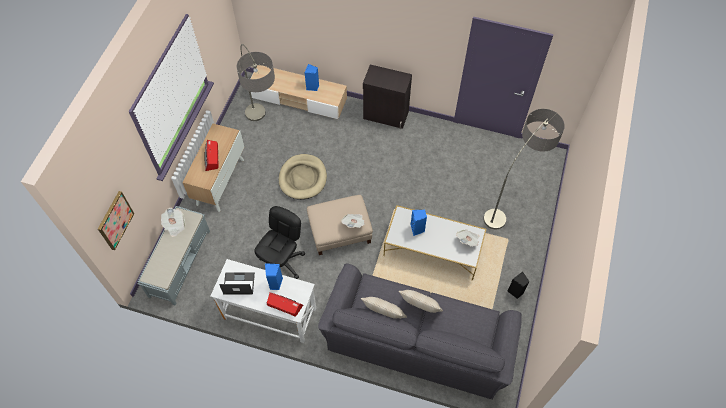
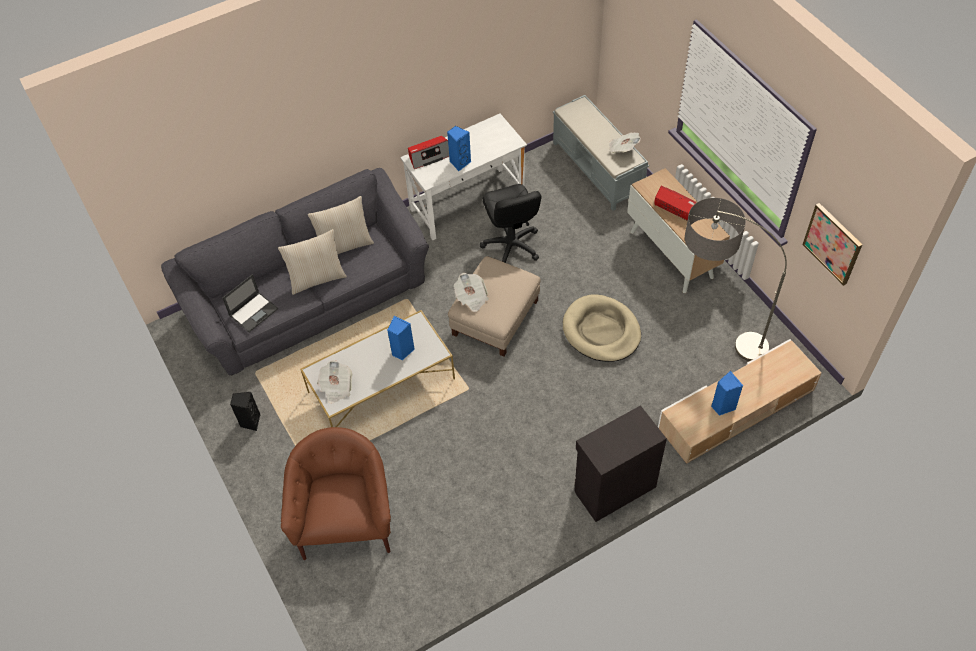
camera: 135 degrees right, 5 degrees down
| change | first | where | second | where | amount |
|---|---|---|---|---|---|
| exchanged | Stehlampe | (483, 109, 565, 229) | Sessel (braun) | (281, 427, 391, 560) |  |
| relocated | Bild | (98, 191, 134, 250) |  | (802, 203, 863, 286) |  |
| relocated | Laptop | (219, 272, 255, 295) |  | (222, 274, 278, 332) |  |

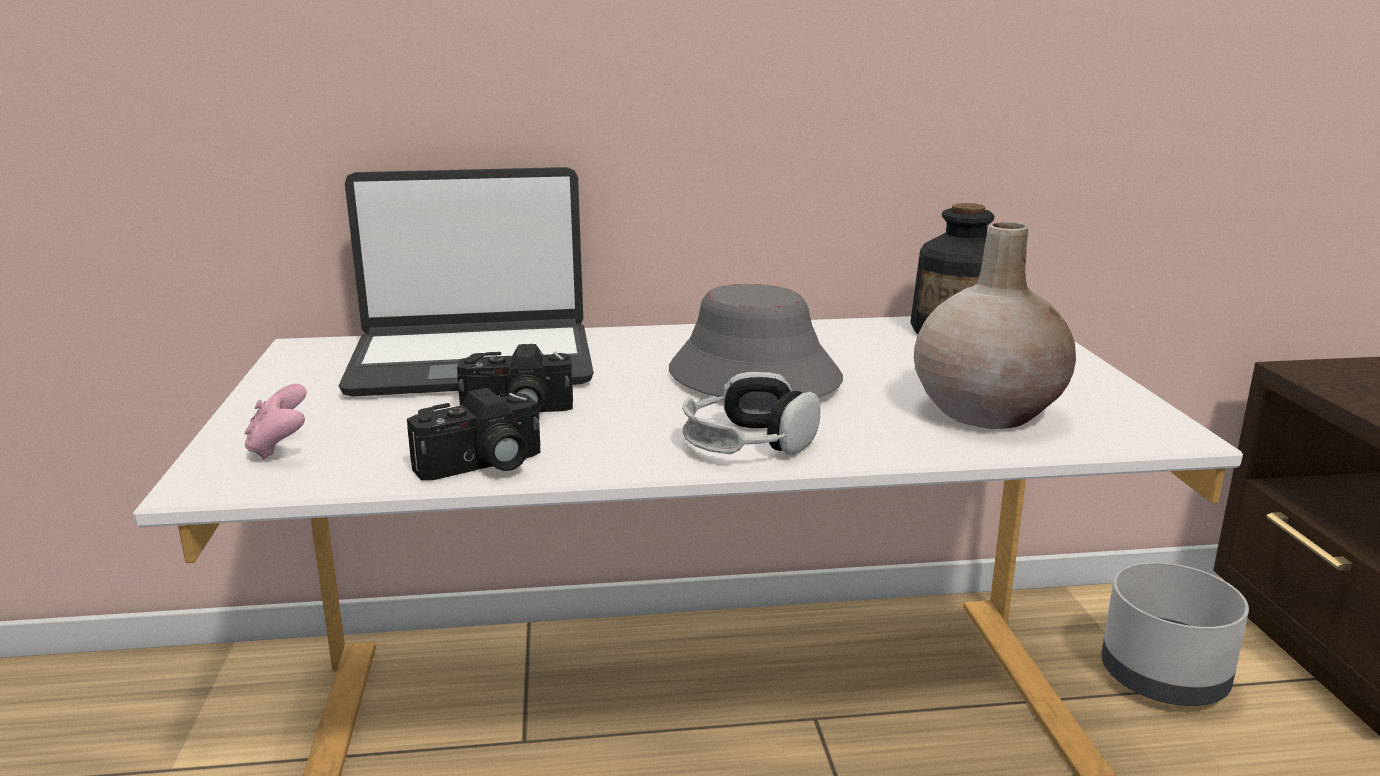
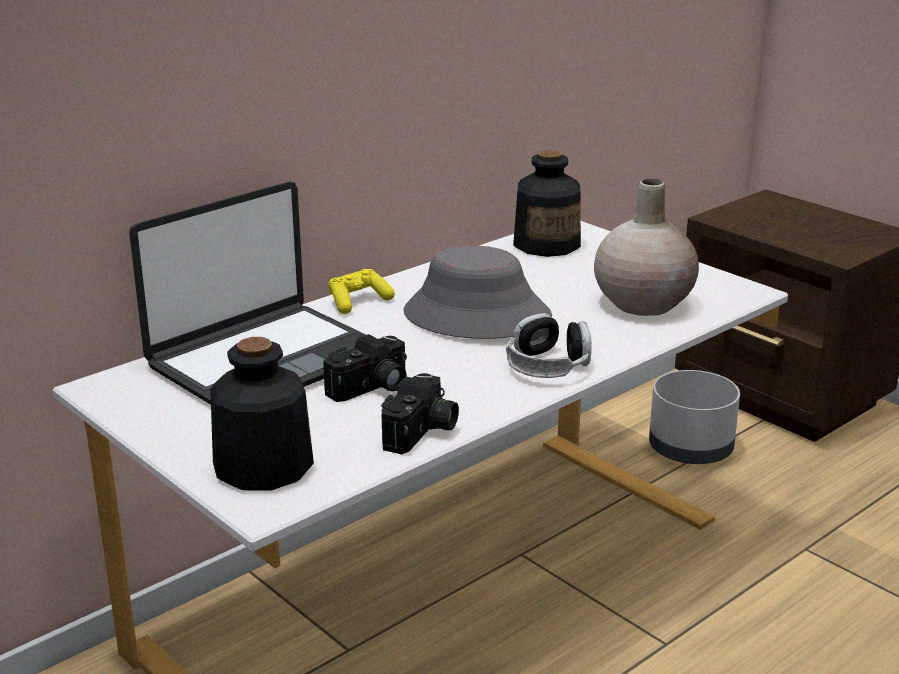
camera: 35 degrees left, 5 degrees up
| change | first | where | second | where | amount |
|---|---|---|---|---|---|
| exchanged | Gamepad (rosa) | (245, 384, 306, 460) | Flasche | (210, 337, 314, 491) |  |
| appeared |  |  | Gamepad (gelb) | (328, 269, 395, 314) |  |

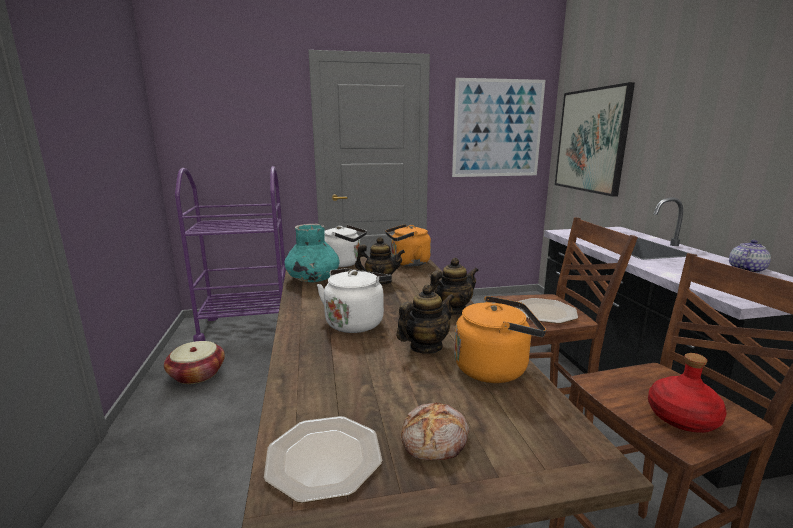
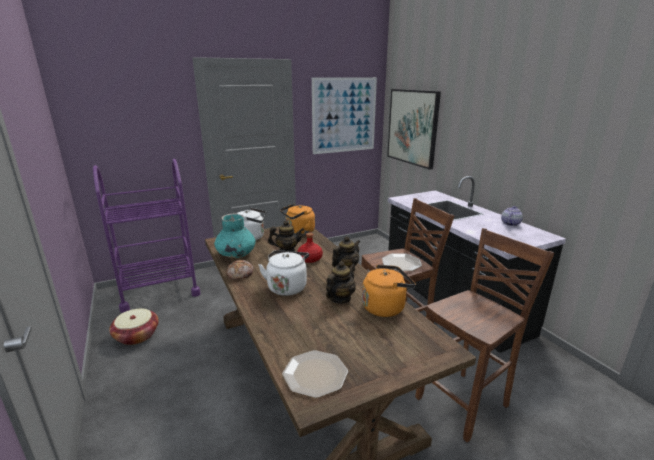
camera: 15 degrees left, 5 degrees up
| change | first | where | second | where | amount |
|---|---|---|---|---|---|
| relocated | Flasche (rot) | (648, 353, 726, 433) |  | (297, 233, 323, 263) |  |
| relocated | Brot | (401, 402, 469, 460) |  | (227, 260, 254, 279) |  |

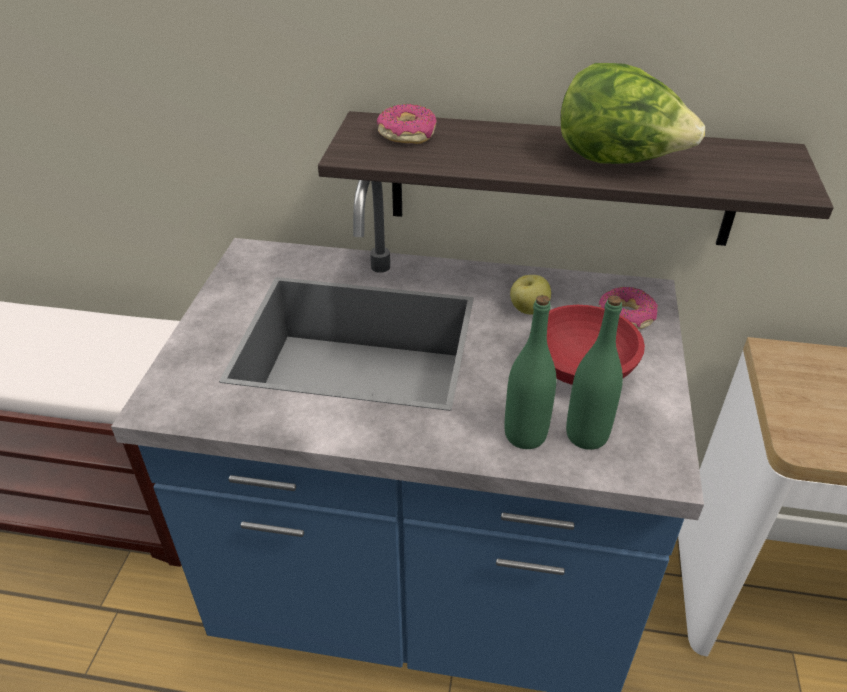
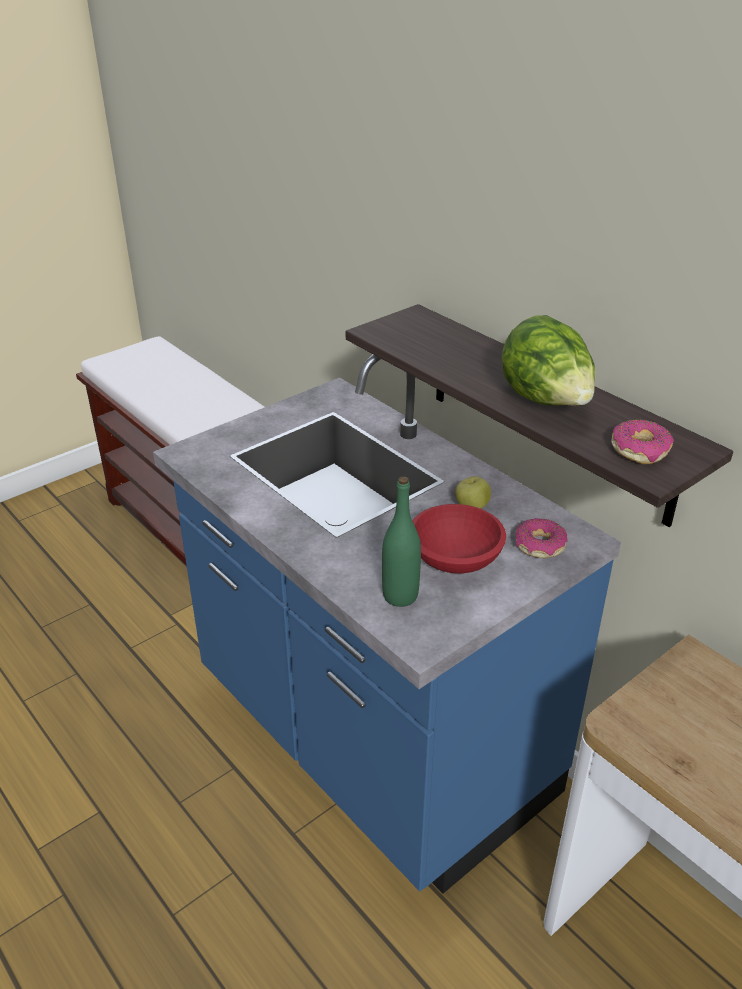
camera: 40 degrees right, 5 degrees down
| change | first | where | second | where | amount |
|---|---|---|---|---|---|
| relocated | Donut | (377, 104, 437, 144) |  | (611, 419, 674, 464) |  |
| missing | Flasche (grün) | (505, 295, 556, 449) |  |  |  |

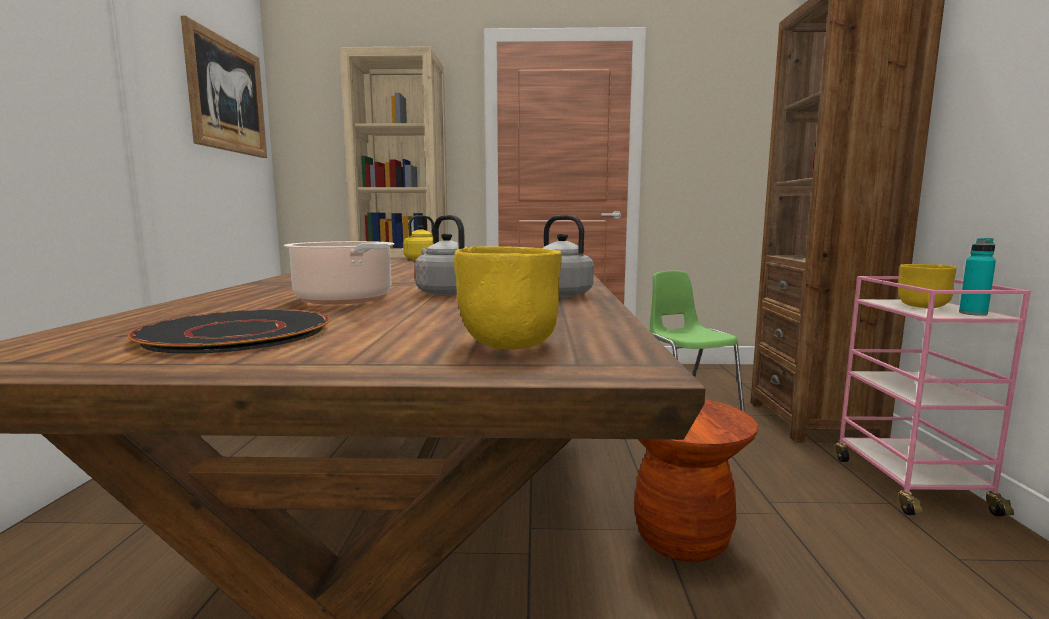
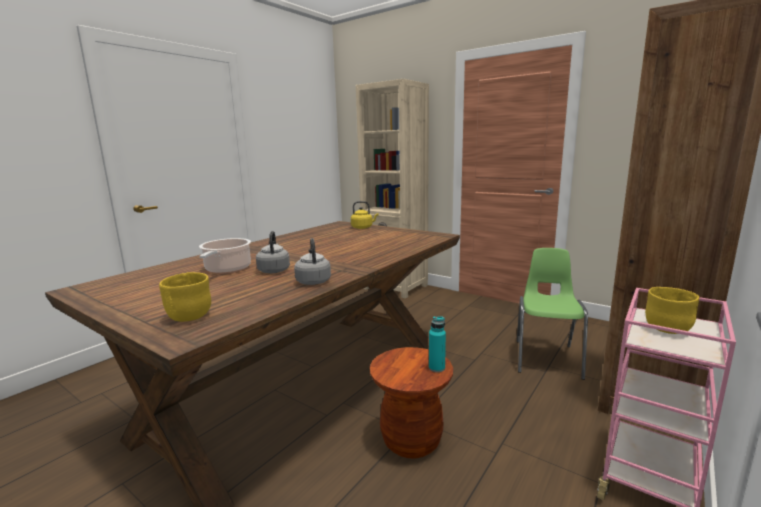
camera: 35 degrees right, 5 degrees up
| change | first | where | second | where | amount |
|---|---|---|---|---|---|
| missing | Bild | (181, 16, 267, 158) |  |  |  |
| relocated | Flasche (türkis) | (959, 238, 996, 316) |  | (429, 316, 446, 372) |  |
| missing | Teller (schwarz) | (128, 309, 330, 354) |  |  |  |

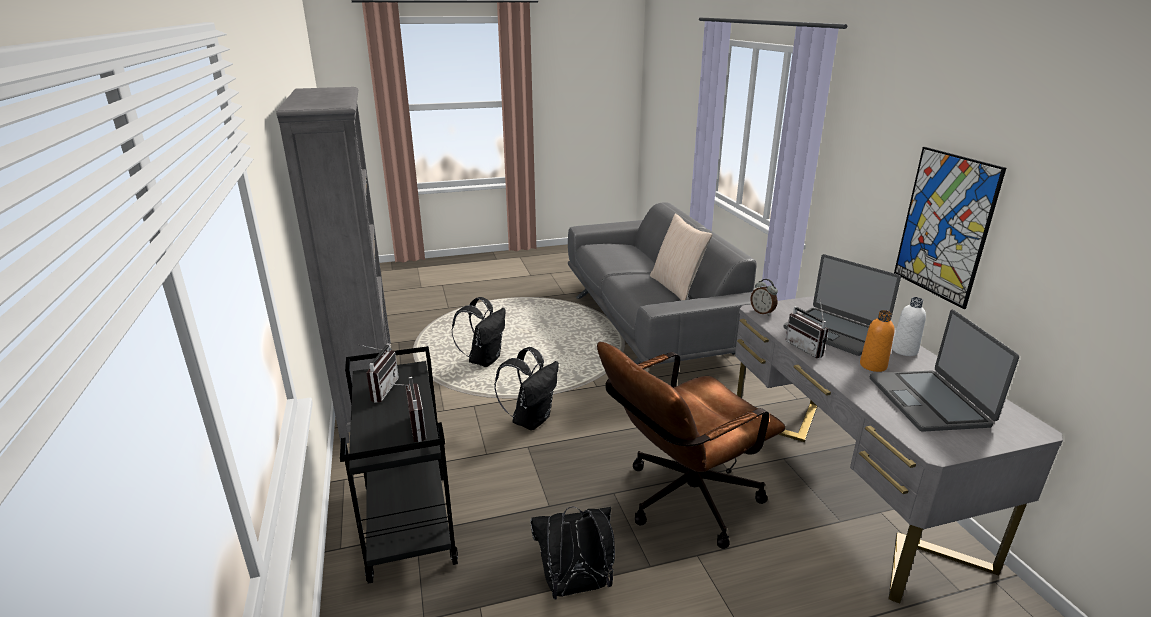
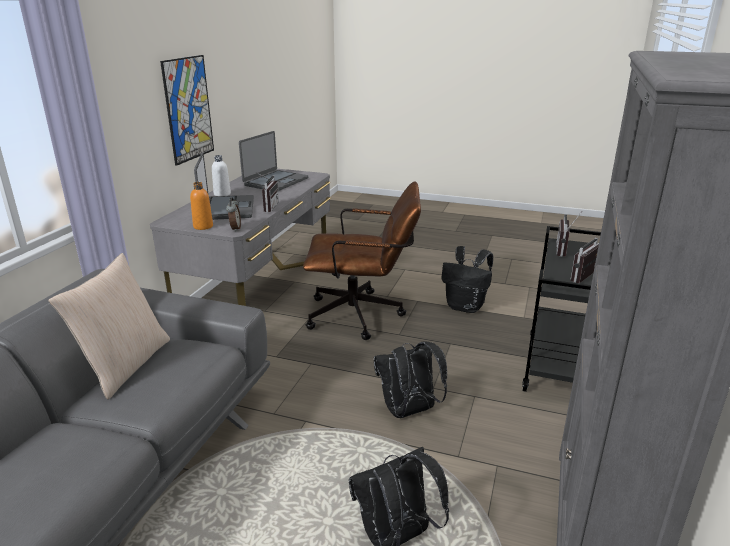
camera: 145 degrees left, 0 degrees up
| change | first | where | second | where | amount |
|---|---|---|---|---|---|
| relocated | Flasche (orange) | (860, 310, 895, 372) |  | (190, 182, 213, 230) |  |

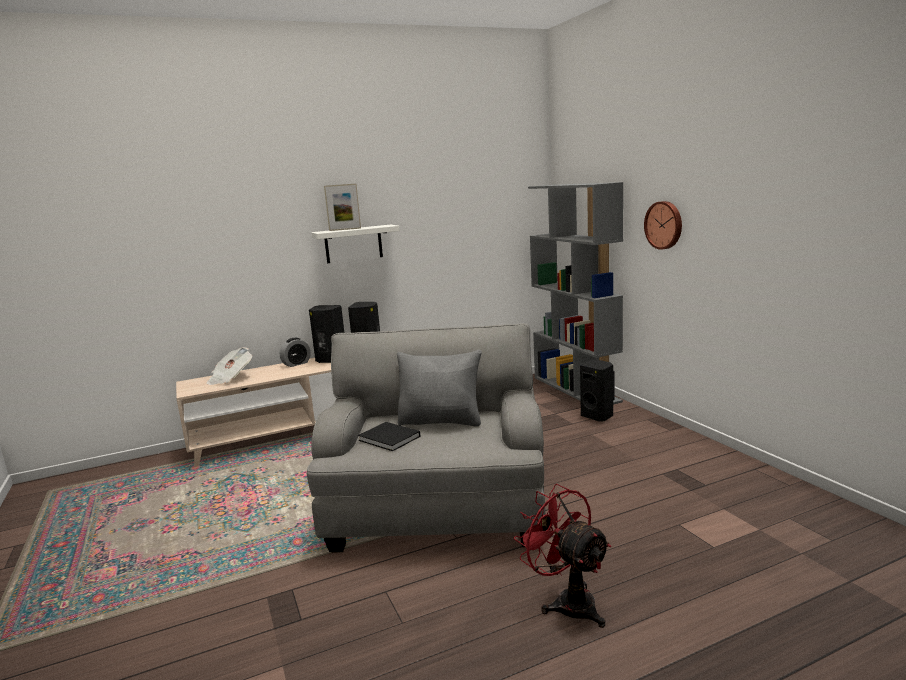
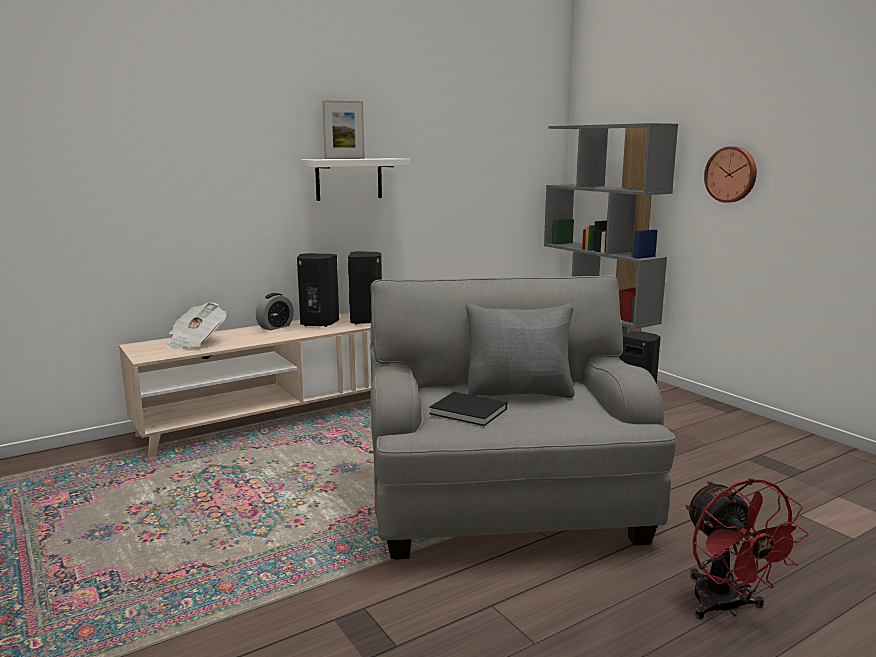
camera: 10 degrees left, 0 degrees up
| change | first | where | second | where | amount |
|---|---|---|---|---|---|
| spun | Ventilator (rot) | (514, 484, 611, 628) |  | (685, 478, 809, 619) | 150 degrees counterclockwise |

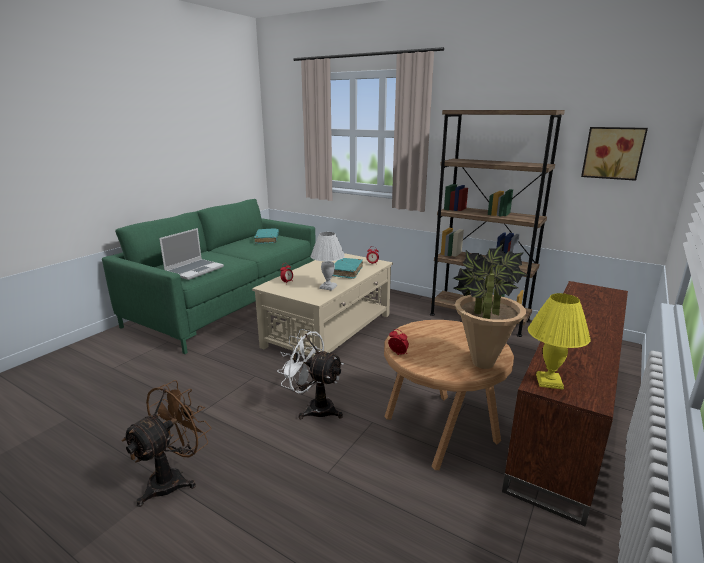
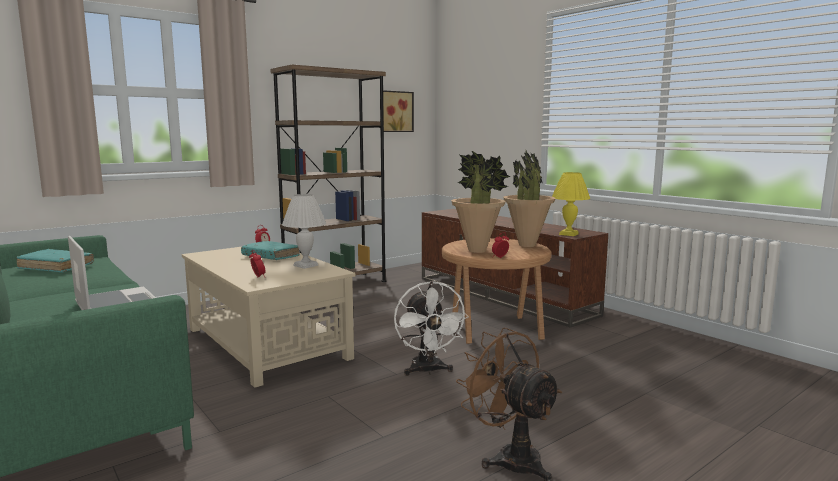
camera: 70 degrees left, 10 degrees down
| change | first | where | second | where | amount |
|---|---|---|---|---|---|
| spun | Ventilator (weiß) | (277, 329, 344, 420) |  | (394, 281, 468, 376) | 60 degrees counterclockwise |
| appeared |  |  | Topfpflanze | (451, 151, 511, 253) |  |

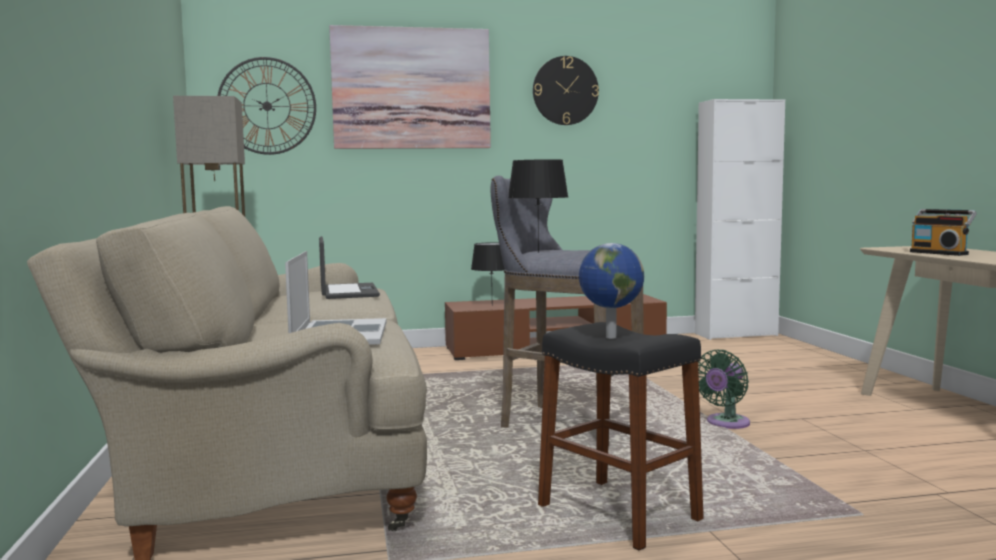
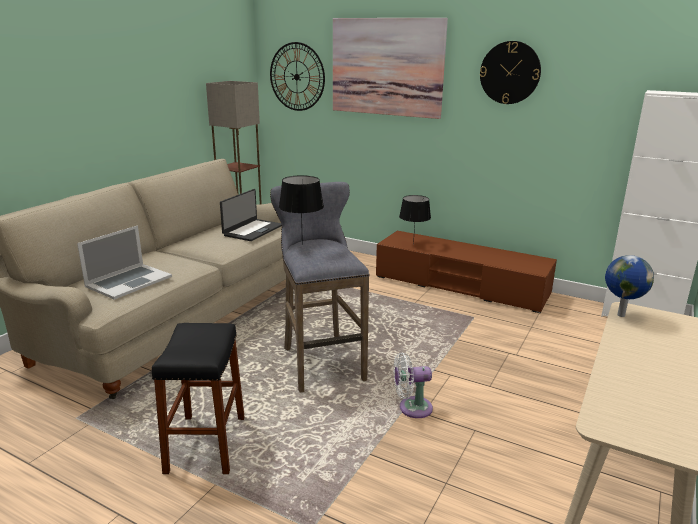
camera: 40 degrees right, 15 degrees up
| change | first | where | second | where | amount |
|---|---|---|---|---|---|
| missing | Radio | (910, 209, 977, 256) |  |  |  |
| relocated | Globus | (579, 243, 644, 339) |  | (605, 255, 654, 317) |  |
| colour | Ventilator (grün) | (698, 350, 750, 429) | Ventilator (weiß) | (394, 352, 433, 418) |  |

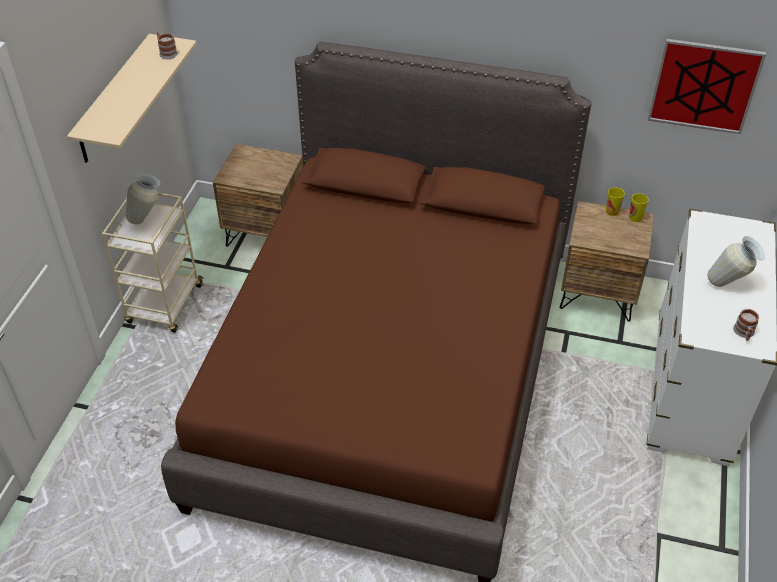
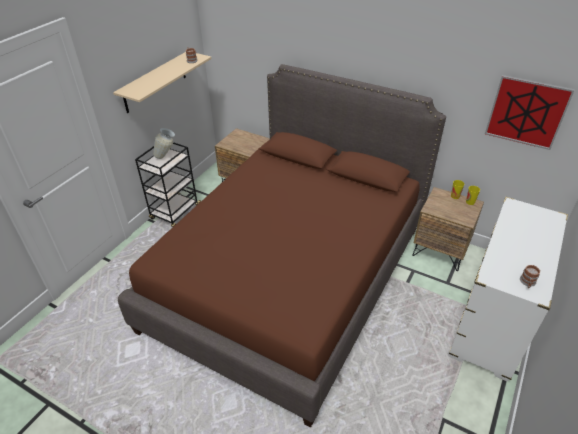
camera: 15 degrees right, 5 degrees down
| change | first | where | second | where | amount |
|---|---|---|---|---|---|
| colour | Rollwagen (beige) | (102, 193, 204, 333) | Rollwagen (schwarz) | (135, 142, 201, 227) |  |
| missing | Vase | (707, 236, 765, 287) |  |  |  |

